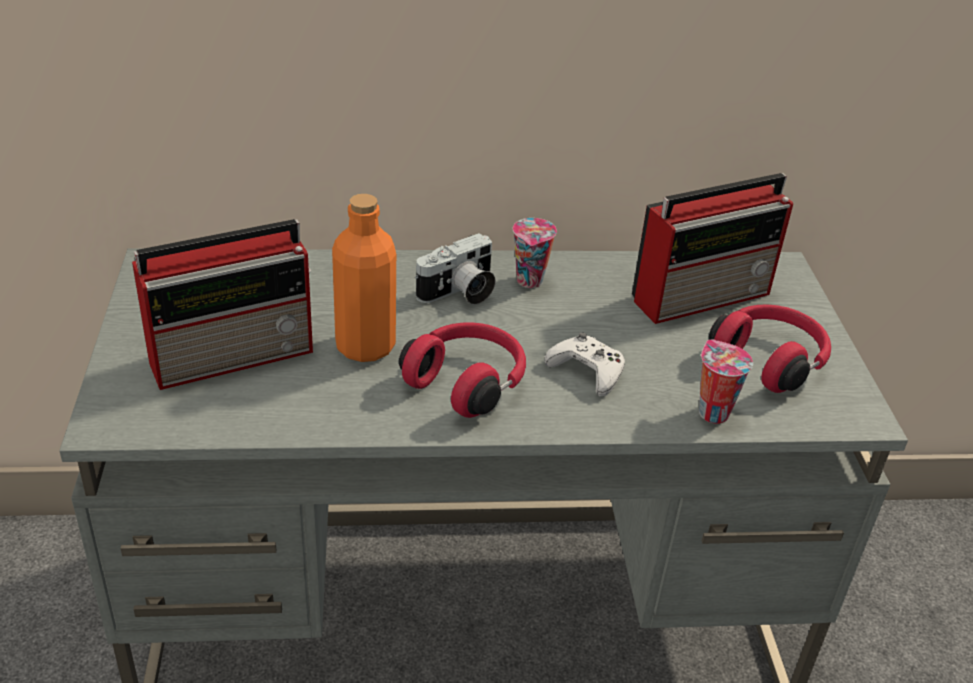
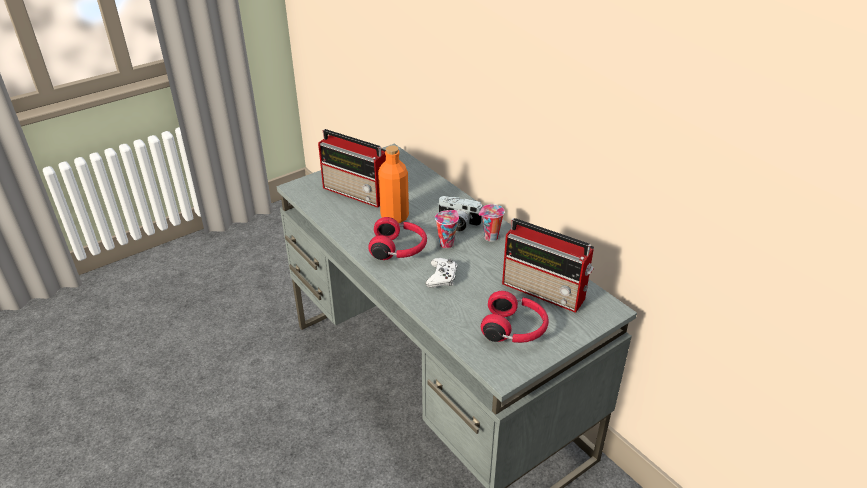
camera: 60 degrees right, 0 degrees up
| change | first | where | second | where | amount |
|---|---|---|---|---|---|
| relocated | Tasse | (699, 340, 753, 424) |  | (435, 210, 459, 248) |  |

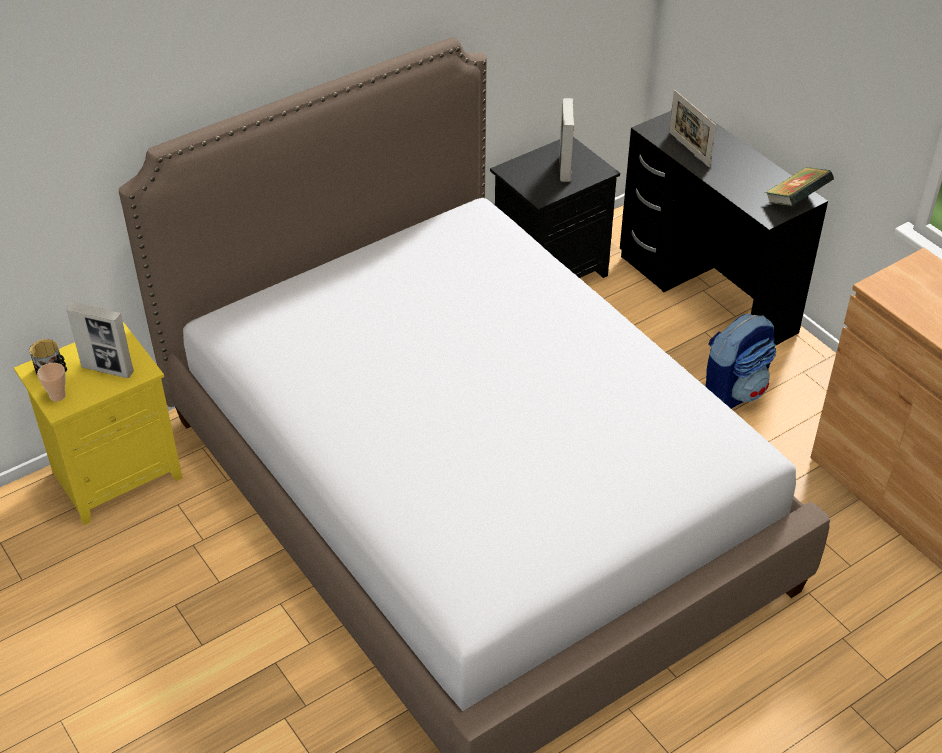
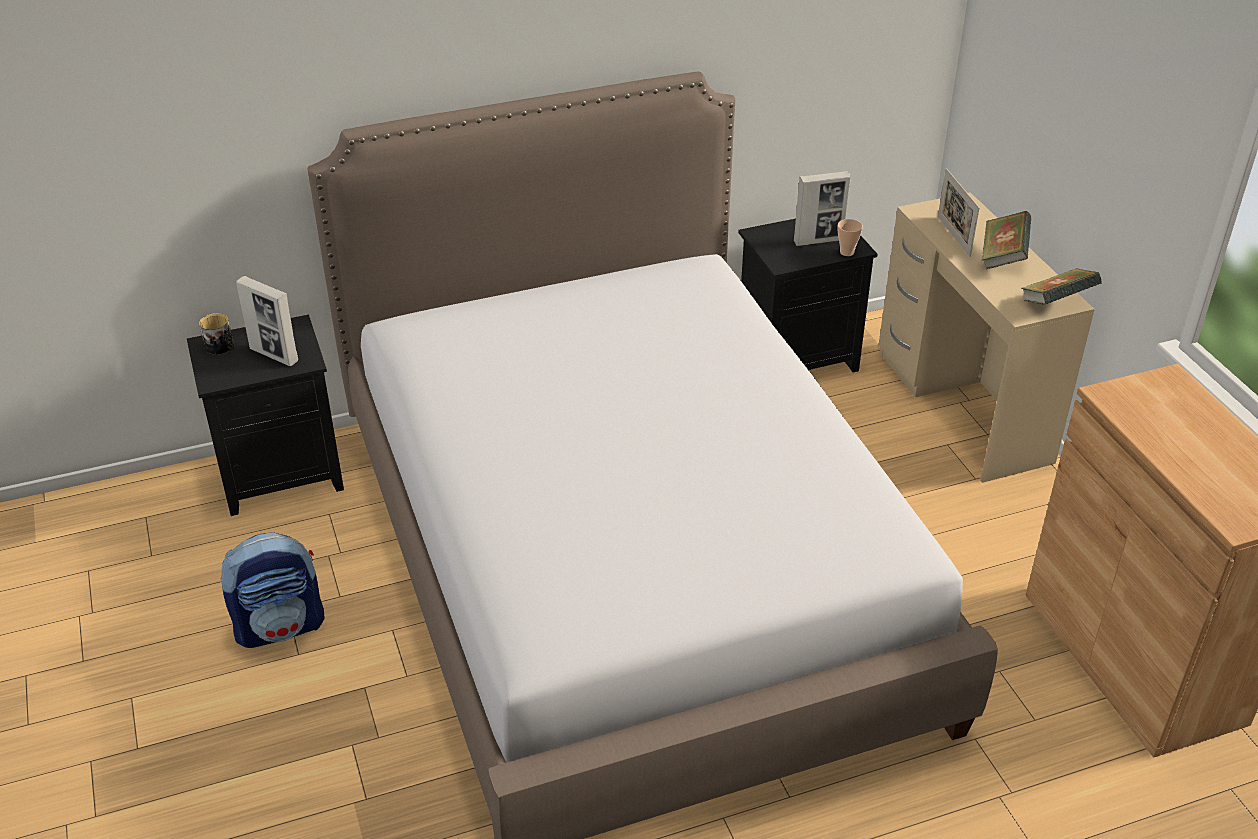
camera: 15 degrees right, 5 degrees down
| change | first | where | second | where | amount |
|---|---|---|---|---|---|
| spun | Bilderrahmen | (559, 98, 574, 182) |  | (794, 171, 851, 246) | 120 degrees counterclockwise |
| colour | Schreibtisch (schwarz) | (620, 110, 828, 345) | Schreibtisch (beige) | (879, 193, 1095, 483) |  |
| relocated | Rucksack | (705, 313, 776, 409) |  | (221, 532, 325, 648) |  |
| colour | Nachttisch (gelb) | (14, 322, 182, 525) | Nachttisch (schwarz) | (187, 315, 344, 516) |  |
| relocated | Tasse | (37, 363, 66, 402) |  | (838, 219, 863, 256) |  |
| appeared |  |  | Buch | (982, 211, 1031, 269) |  |

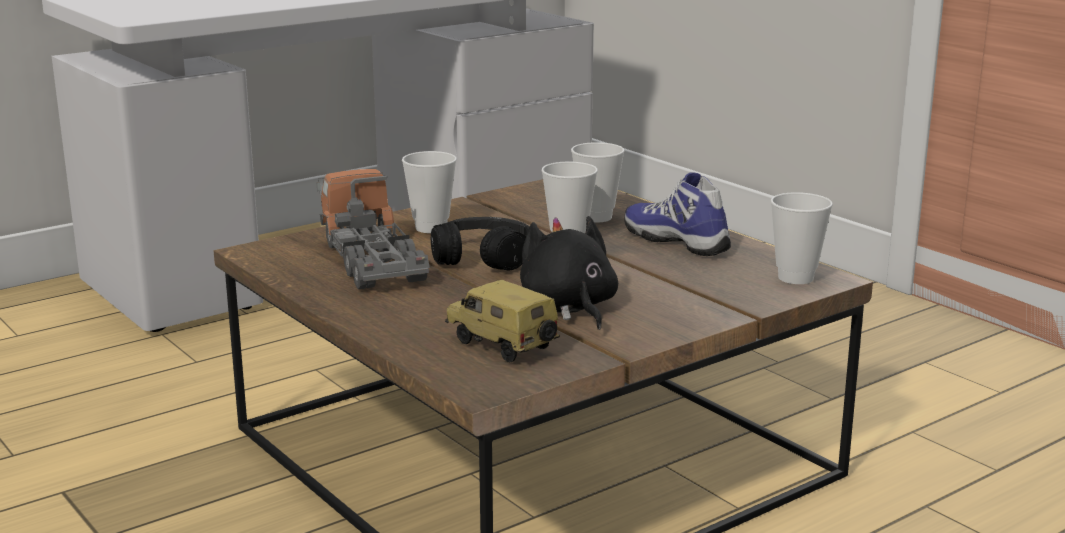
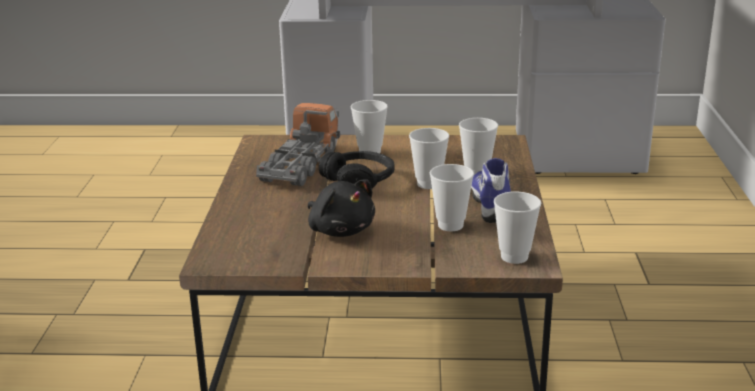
camera: 40 degrees right, 5 degrees up
| change | first | where | second | where | amount |
|---|---|---|---|---|---|
| spun | Plüschtier (schwarz) | (520, 216, 618, 330) |  | (308, 179, 375, 237) | 120 degrees clockwise |
| missing | Spielzeugauto | (445, 280, 560, 362) |  |  |  |
| appeared |  |  | Tasse | (430, 164, 474, 231) |  |

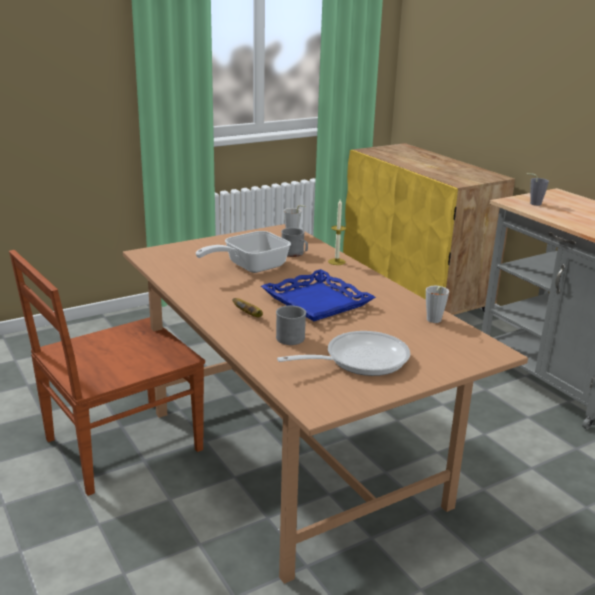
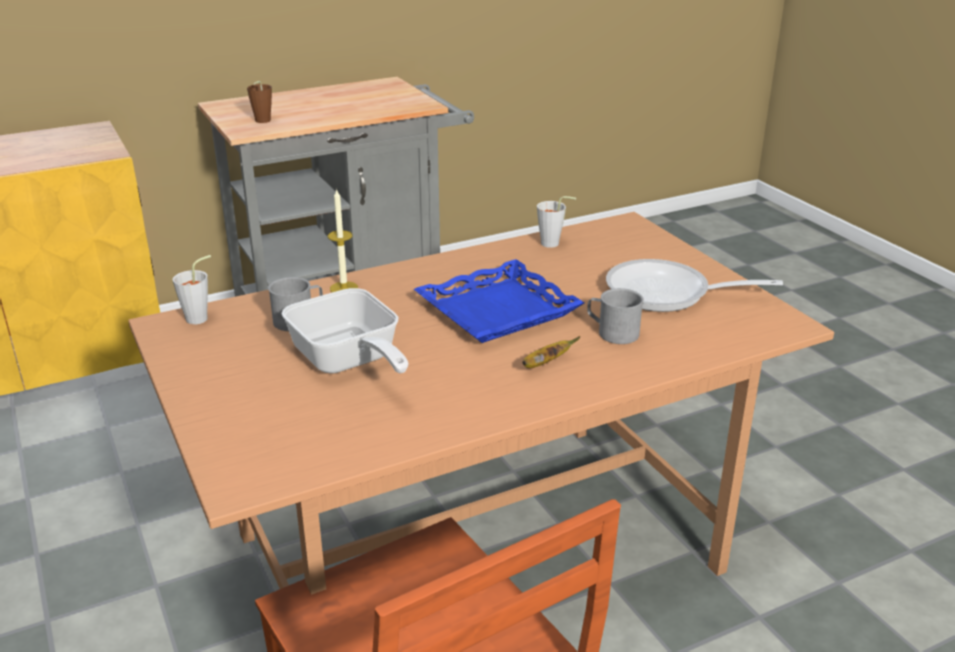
camera: 85 degrees left, 5 degrees up
| change | first | where | second | where | amount |
|---|---|---|---|---|---|
| colour | Tasse (grau) | (527, 173, 549, 206) | Tasse (braun) | (247, 81, 272, 123) |  |
| spun | Pfanne | (277, 331, 410, 376) |  | (606, 259, 783, 312) | 60 degrees counterclockwise |

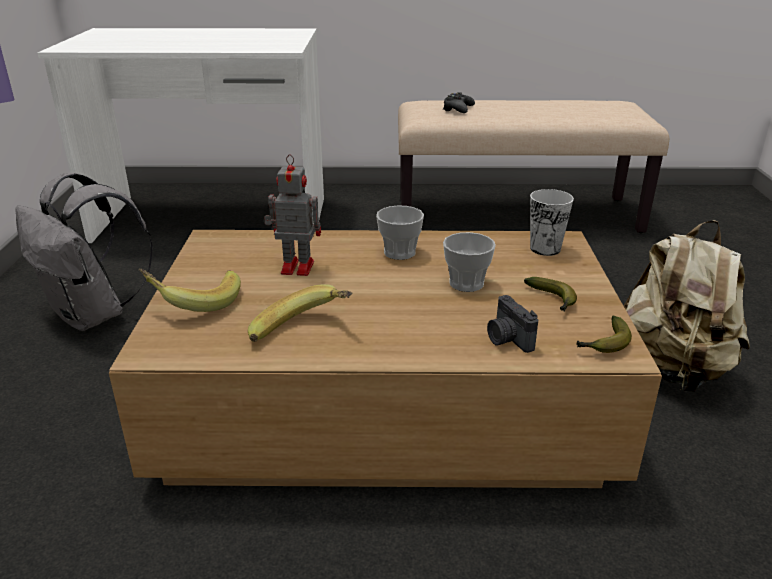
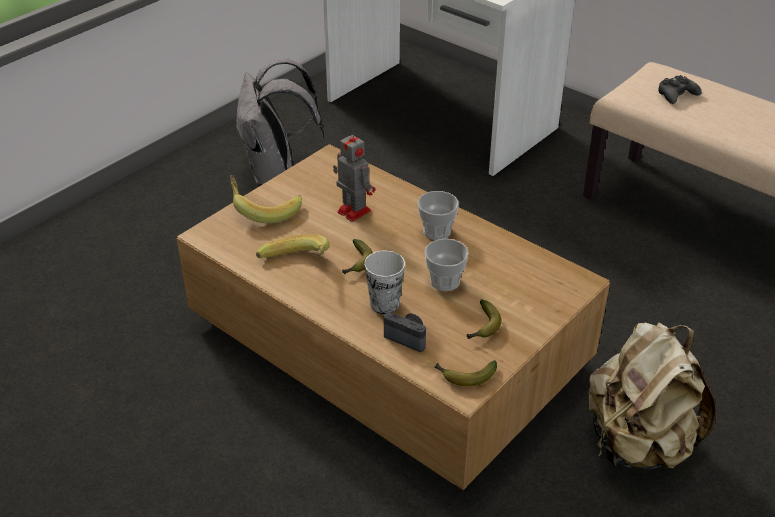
camera: 40 degrees right, 10 degrees up
| change | first | where | second | where | amount |
|---|---|---|---|---|---|
| relocated | Tasse | (530, 189, 574, 256) |  | (364, 250, 405, 314) |  |
| spun | Kamera | (487, 295, 538, 353) |  | (384, 312, 426, 352) | 105 degrees clockwise |
| appeared |  |  | Banane | (342, 239, 373, 274) |  |

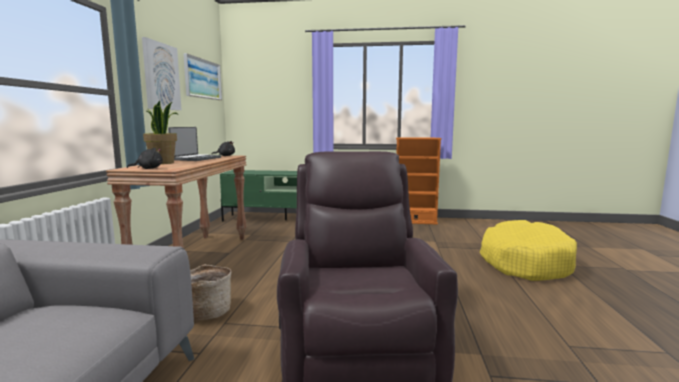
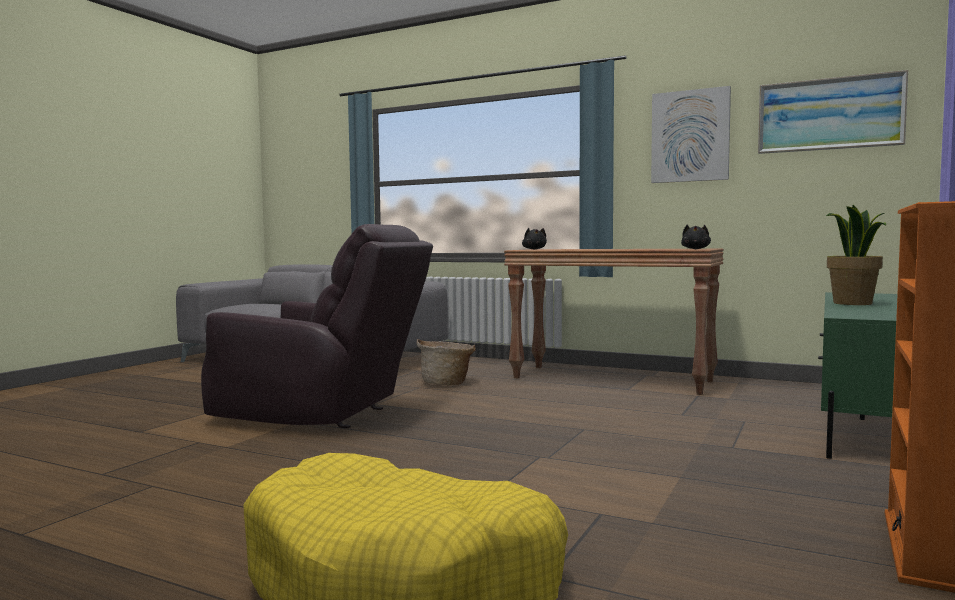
camera: 110 degrees right, 5 degrees down
| change | first | where | second | where | amount |
|---|---|---|---|---|---|
| relocated | Topfpflanze | (143, 101, 179, 164) |  | (826, 205, 886, 305) |  |
| missing | Laptop | (168, 127, 221, 161) |  |  |  |

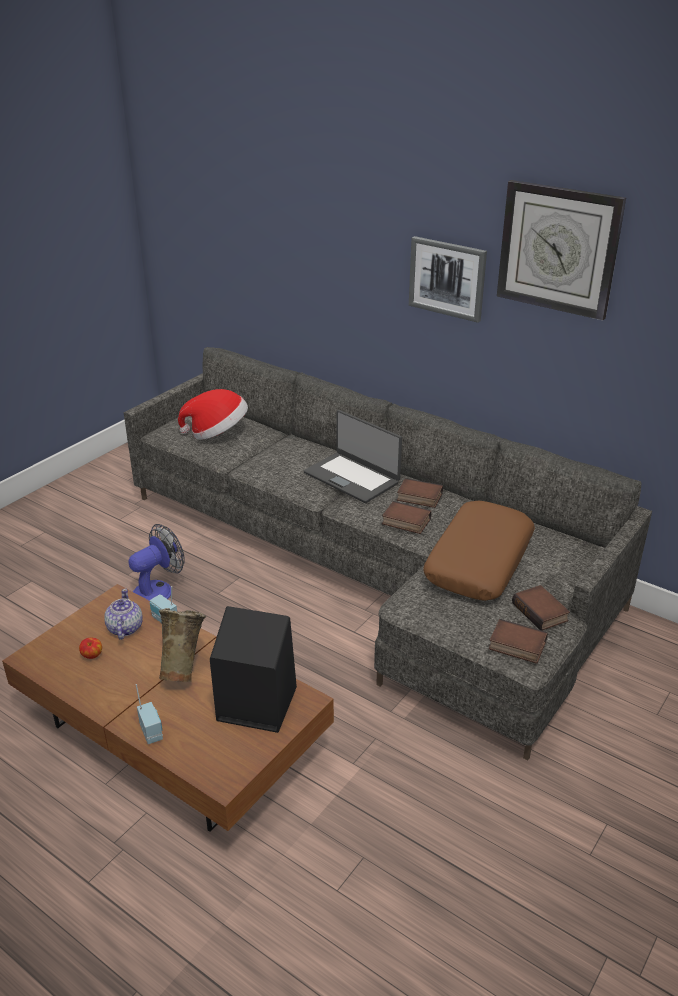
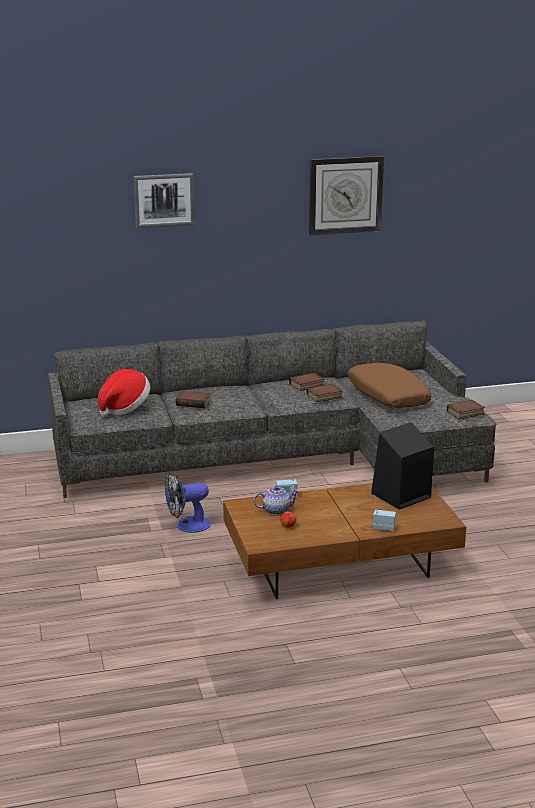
camera: 50 degrees left, 10 degrees down
| change | first | where | second | where | amount |
|---|---|---|---|---|---|
| relocated | Bild | (409, 236, 487, 323) |  | (133, 173, 195, 228) |  |
| missing | Laptop | (304, 410, 402, 503) |  |  |  |
| spun | Ventilator | (128, 524, 185, 601) |  | (165, 473, 211, 533) | 105 degrees counterclockwise |
| relocated | Buch | (512, 585, 570, 631) |  | (176, 391, 211, 408) |  |
| spun | Teekanne | (104, 589, 143, 640) |  | (254, 486, 299, 515) | 135 degrees clockwise |
| missing | Vase (beige) | (159, 608, 206, 682) |  |  |  |

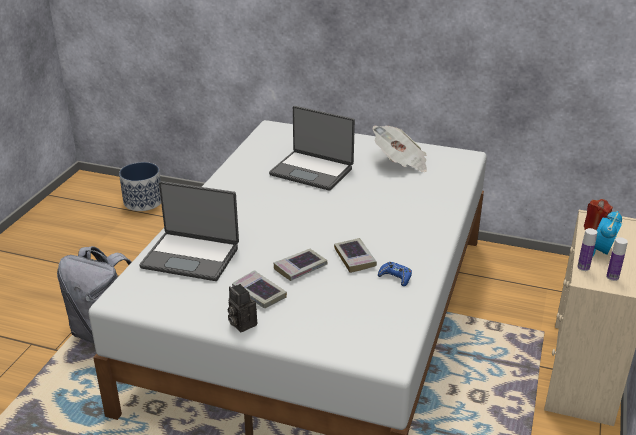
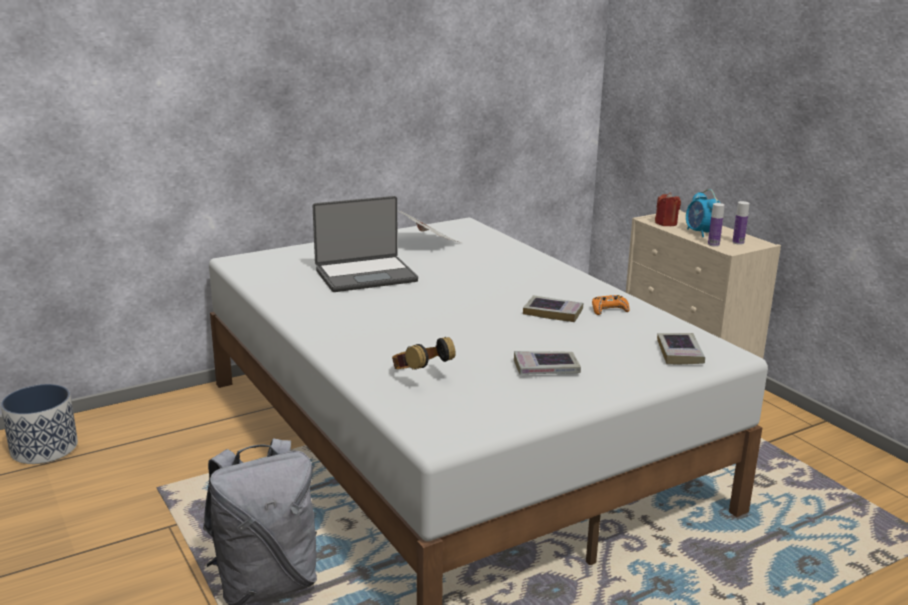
camera: 50 degrees left, 10 degrees down
| change | first | where | second | where | amount |
|---|---|---|---|---|---|
| exchanged | Laptop | (139, 181, 239, 281) | Kopfhörer | (392, 337, 456, 370) |  |
| relocated | Buch | (273, 249, 327, 281) |  | (657, 333, 705, 365) |  |
| colour | Gamepad (blau) | (378, 262, 412, 286) | Gamepad (orange) | (592, 295, 630, 315) |  |
| missing | Kamera | (228, 284, 257, 332) |  |  |  |

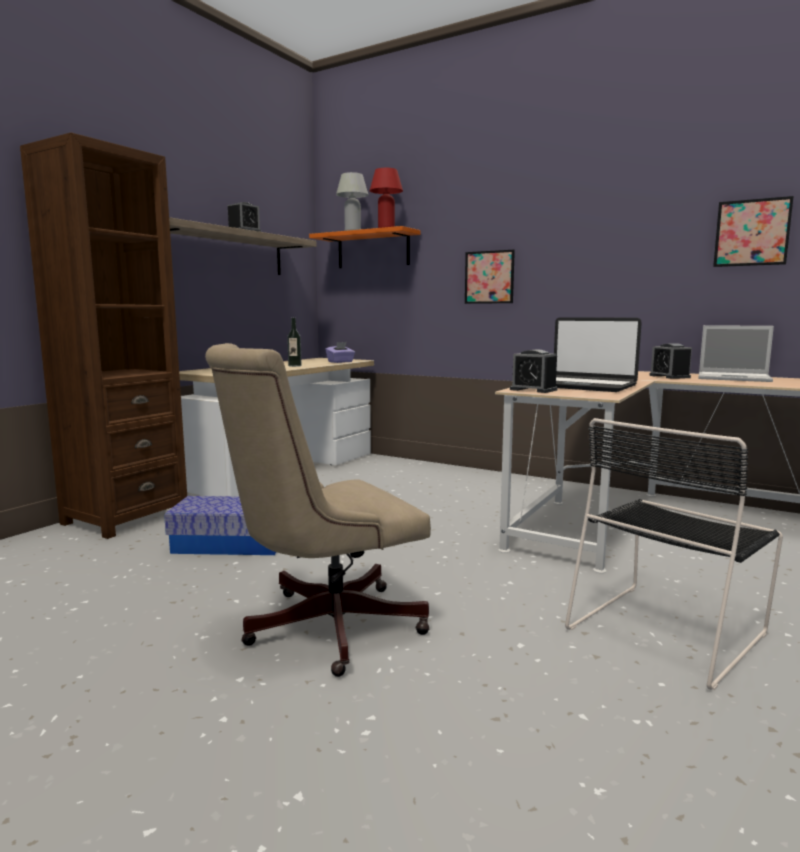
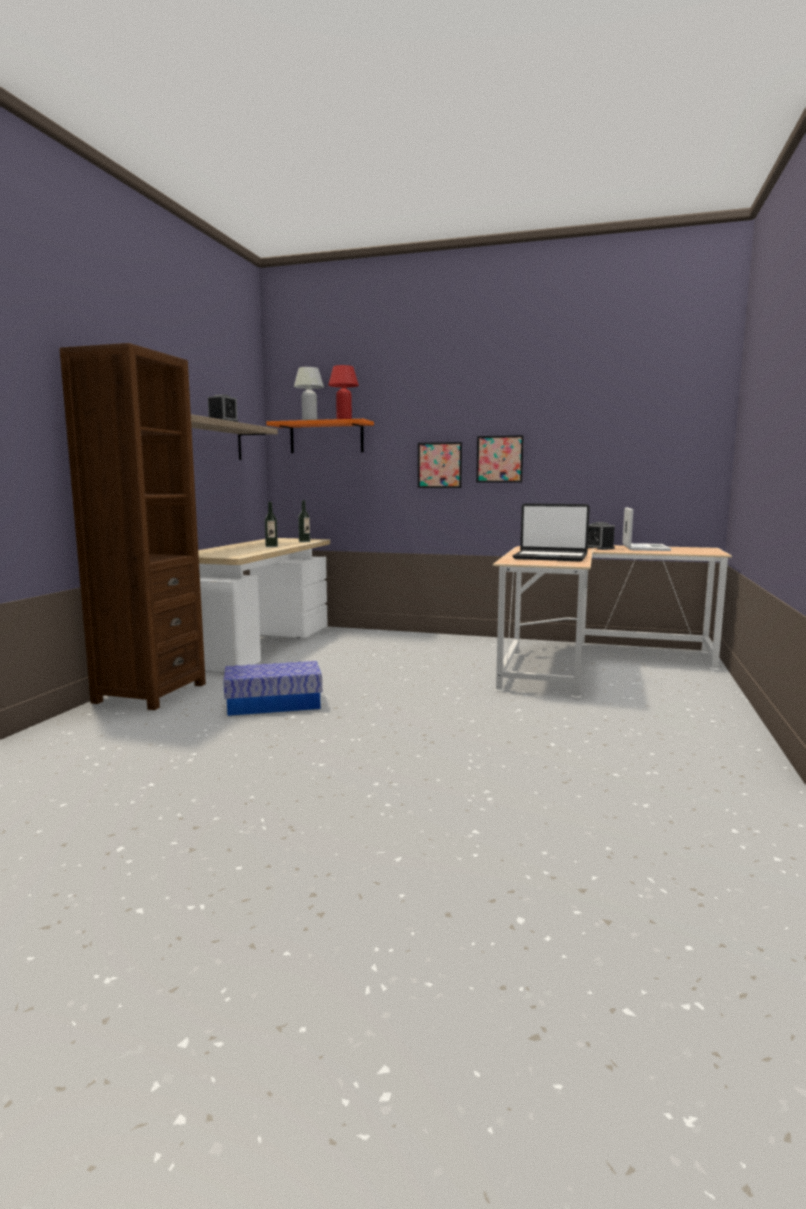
camera: 15 degrees left, 0 degrees up
| change | first | where | second | where | amount |
|---|---|---|---|---|---|
| relocated | Bild | (713, 196, 794, 267) |  | (476, 435, 524, 482) |  |
| spun | Laptop | (698, 325, 774, 382) |  | (622, 507, 671, 551) | 90 degrees counterclockwise |
| exchanged | Taschentuchbox (lila) | (325, 342, 355, 363) | Flasche | (298, 500, 310, 542) |  |
| missing | Bürostuhl (beige) | (205, 343, 431, 677) |  |  |  |
| missing | Wecker | (510, 349, 558, 393) |  |  |  |
| missing | Stuhl (schwarz) | (565, 418, 783, 690) |  |  |  |

